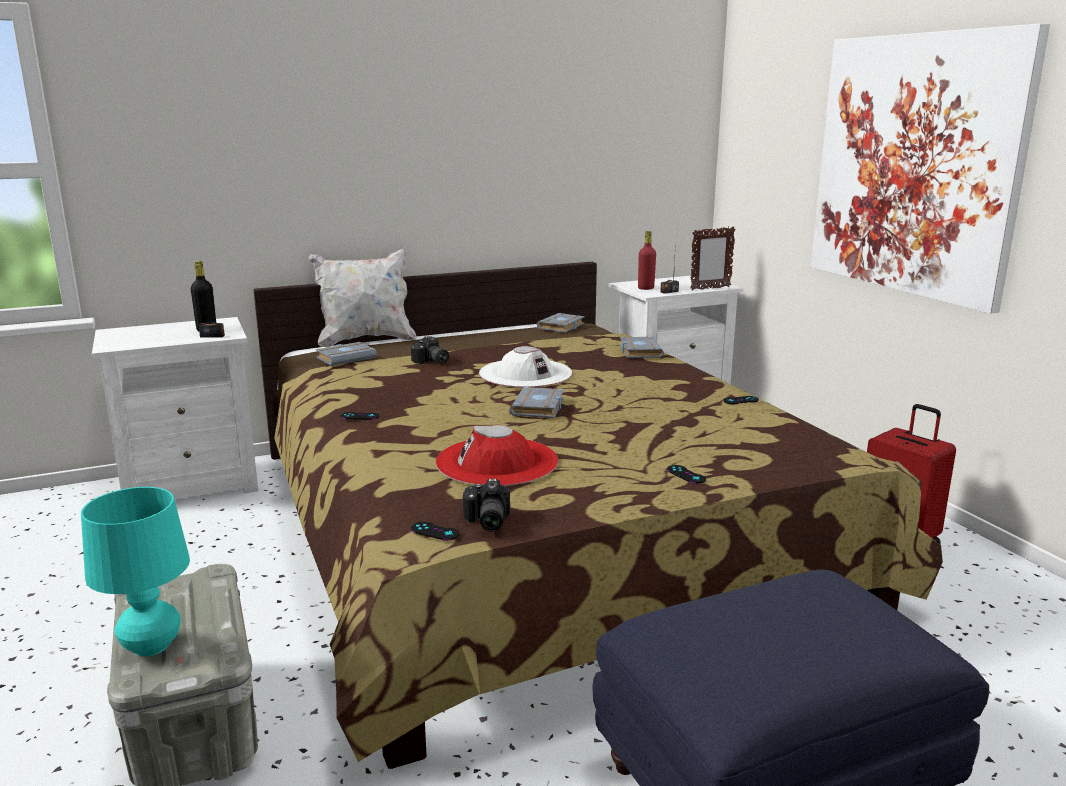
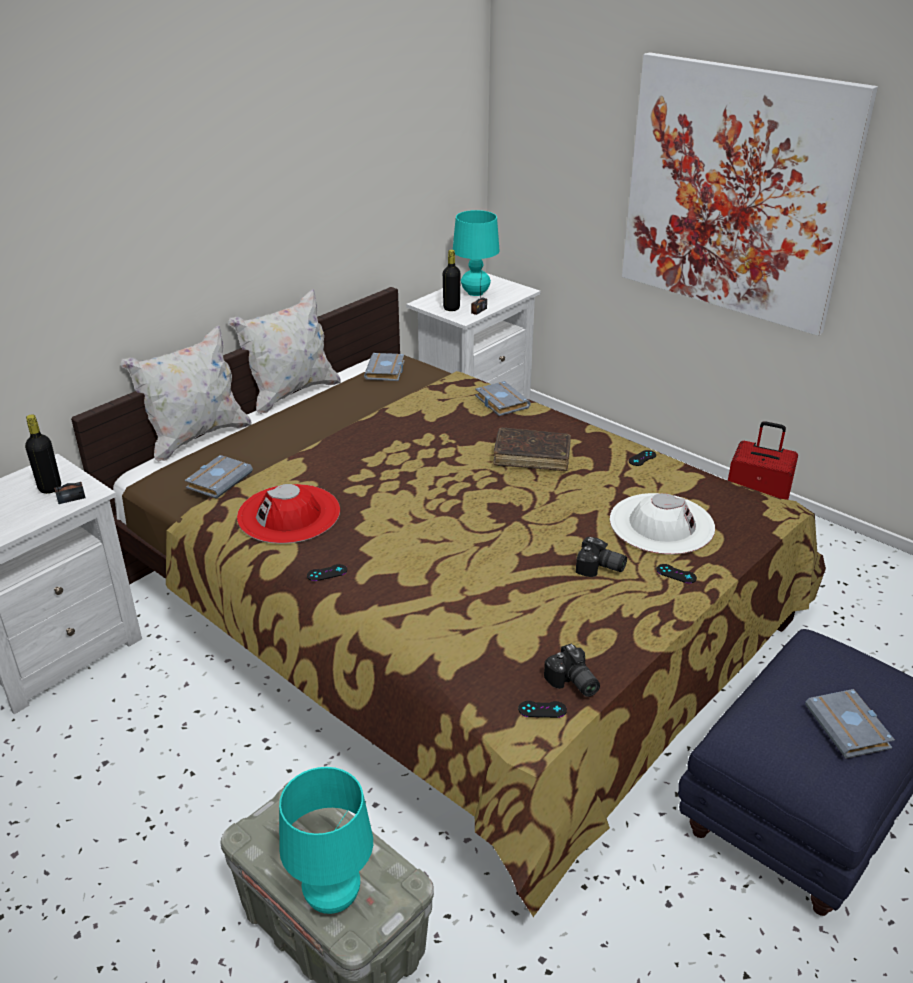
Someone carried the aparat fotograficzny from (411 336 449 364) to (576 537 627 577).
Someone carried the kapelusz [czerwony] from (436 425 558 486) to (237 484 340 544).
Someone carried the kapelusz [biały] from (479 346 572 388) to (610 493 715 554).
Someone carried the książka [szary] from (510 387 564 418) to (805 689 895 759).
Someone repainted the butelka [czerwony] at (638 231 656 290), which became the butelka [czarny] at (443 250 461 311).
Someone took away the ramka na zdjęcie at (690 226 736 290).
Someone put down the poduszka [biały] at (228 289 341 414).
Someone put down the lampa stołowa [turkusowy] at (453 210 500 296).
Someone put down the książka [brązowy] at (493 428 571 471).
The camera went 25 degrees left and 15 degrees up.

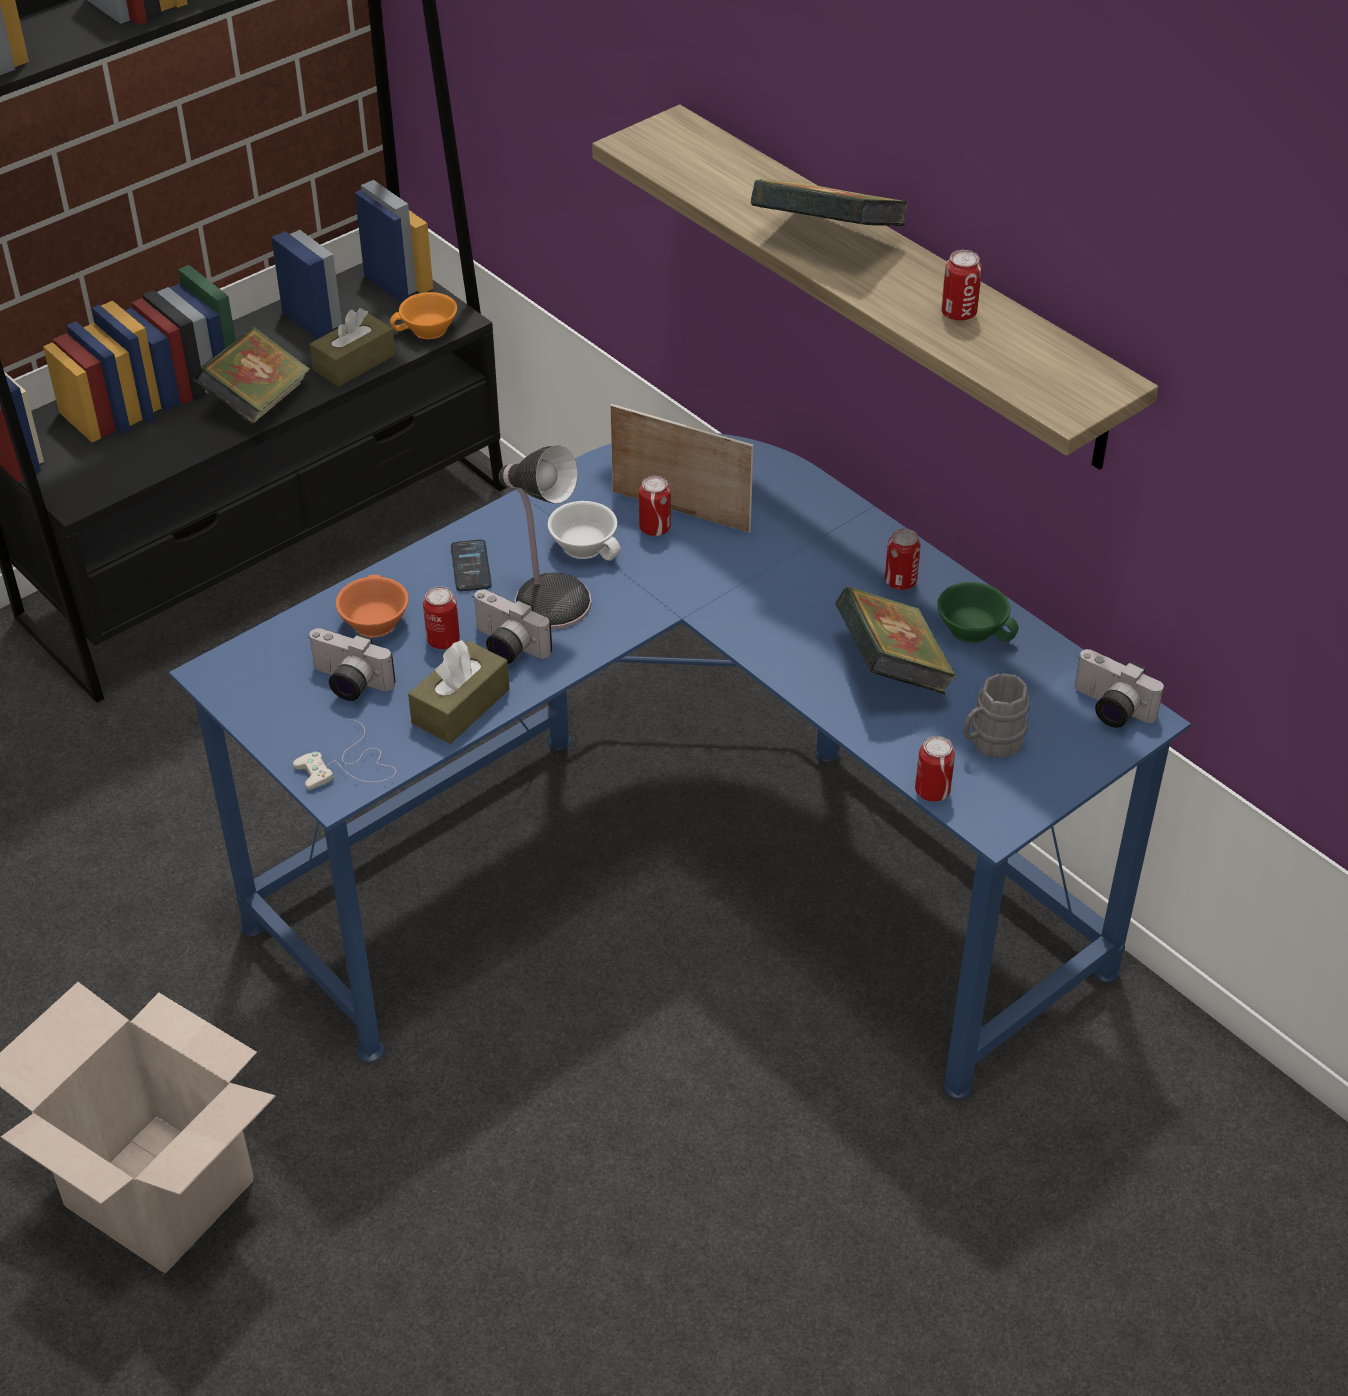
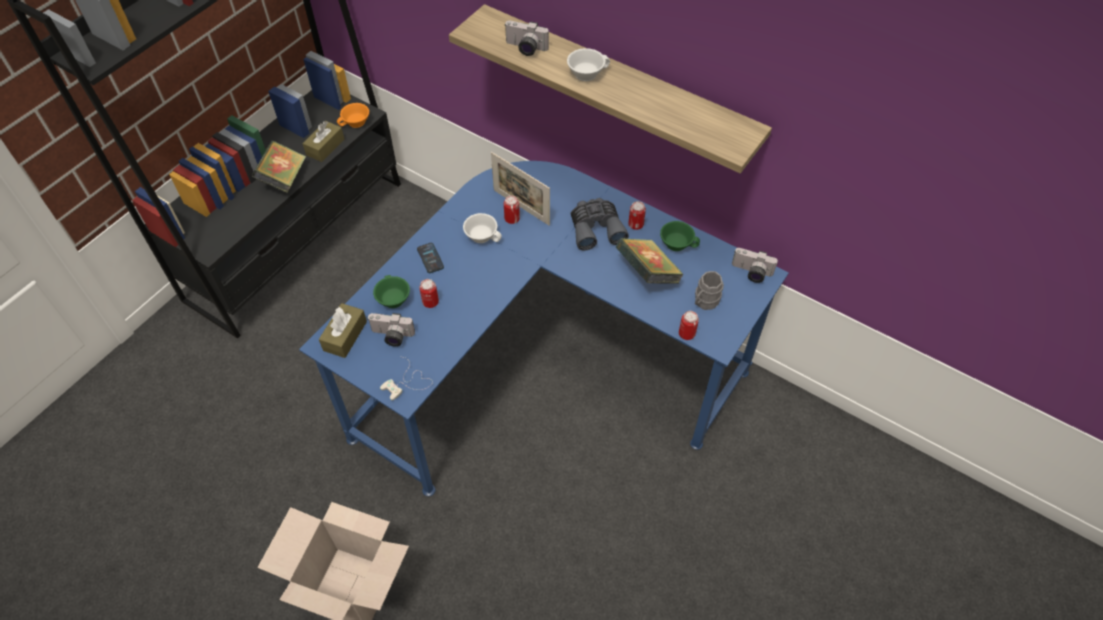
Someone repainted the filiżanka [pomarańczowy] at (336 575 409 638), which became the filiżanka [zielony] at (373 275 410 308).
Someone carried the pudełko chusteczek [brązowy] from (408 640 510 744) to (319 303 367 358).
Someone carried the aparat fotograficzny from (473 589 552 664) to (504 20 549 56).
Someone took away the lampa stołowa at (498 446 592 630).
Someone rotated the ramka na zdjęcie at (610 404 753 533) by 150 degrees counterclockwise.
Someone swapped the książka at (751 179 908 226) for the filiżanka [biały] at (567 48 610 81).
Someone took away the puszka at (941 250 982 321).
Someone put down the lornetka [szary] at (571 198 629 251).
The camera went 15 degrees left and 10 degrees up.

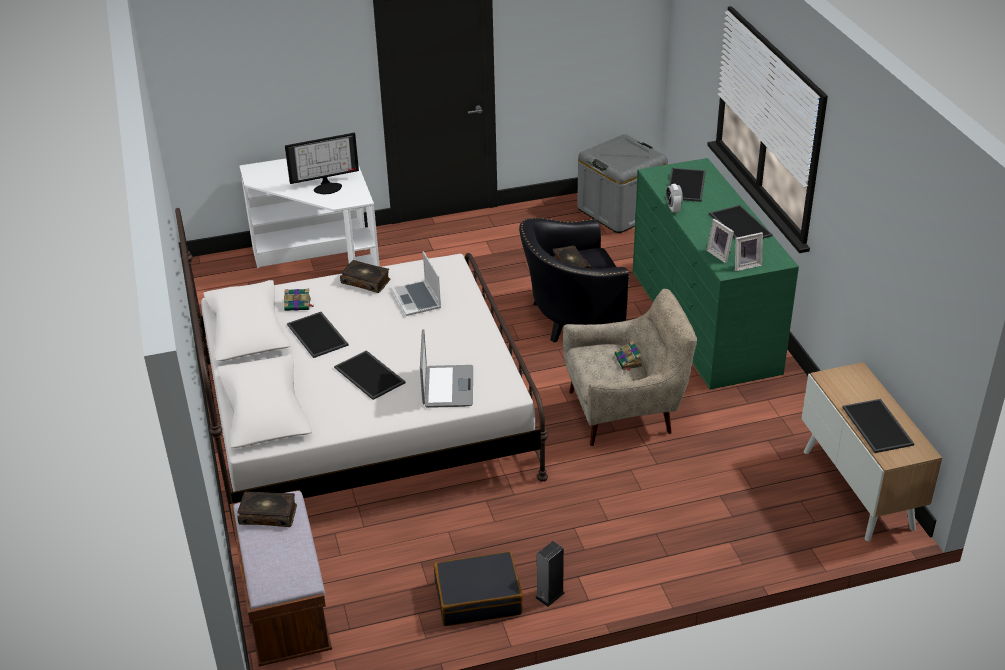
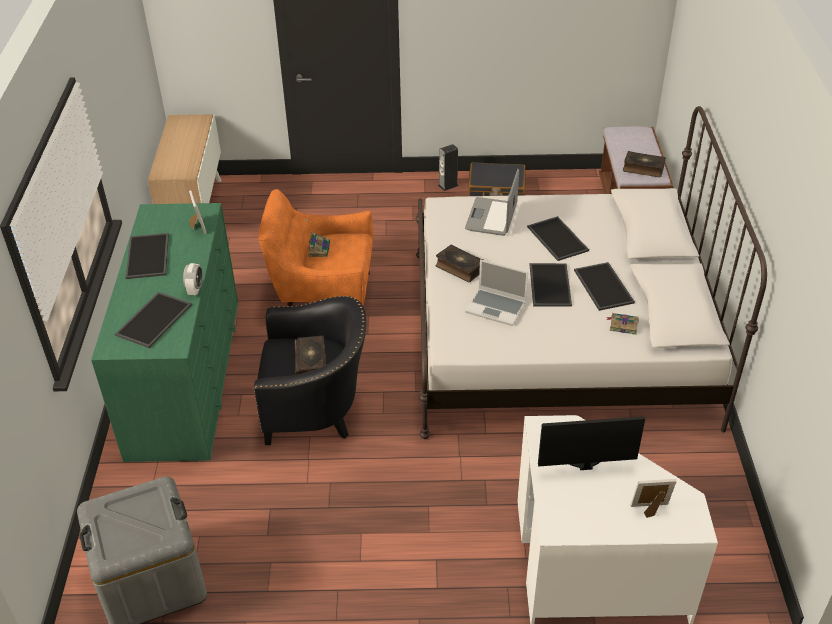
Someone carried the książka from (340 260 390 293) to (435 244 483 282).
Someone rotated the laptop at (392 251 441 316) by 120 degrees clockwise.
Someone repainted the fotel [beżowy] at (563 289 697 446), which became the fotel [pomarańczowy] at (258 189 373 306).
Someone carried the ramka na zdjęcie from (735 232 763 271) to (631 479 677 518).
Someone carried the taca from (842 399 914 453) to (530 263 572 307).
The camera went 165 degrees left and 5 degrees up.

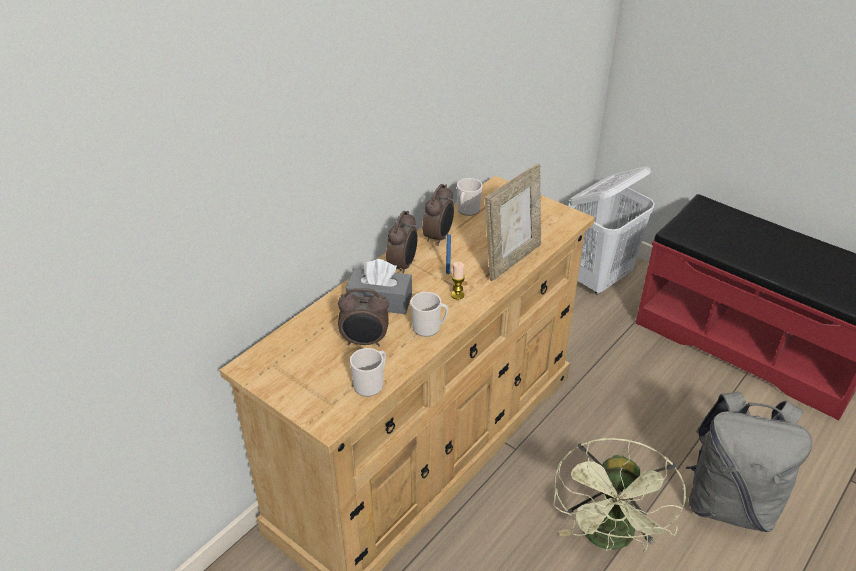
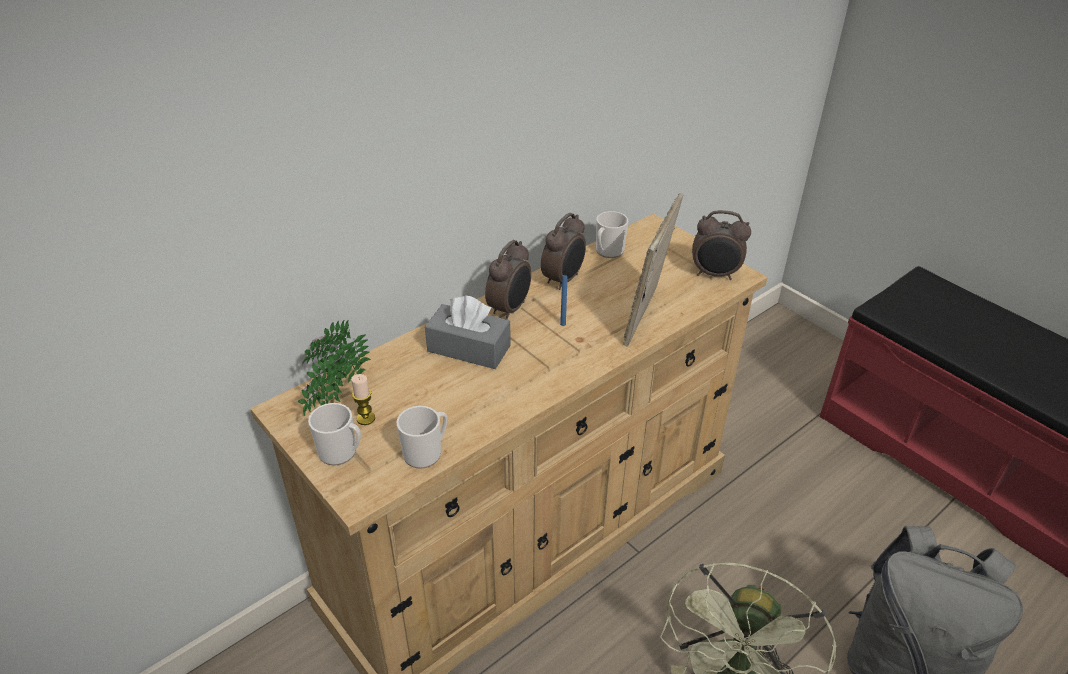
Someone carried the budzik from (338 288 389 347) to (692 210 751 280).
Someone carried the kubek from (411 292 448 337) to (308 403 361 465).
Someone carried the świeca from (451 262 465 300) to (351 374 375 425).
Someone rotated the ramka na zdjęcie at (485 164 541 281) by 150 degrees clockwise.
Someone took away the kosz na pranie [biały] at (568 166 655 295).
Someone put down the roślina doniczkowa at (298 320 371 416).
The camera went 10 degrees right and 0 degrees up.

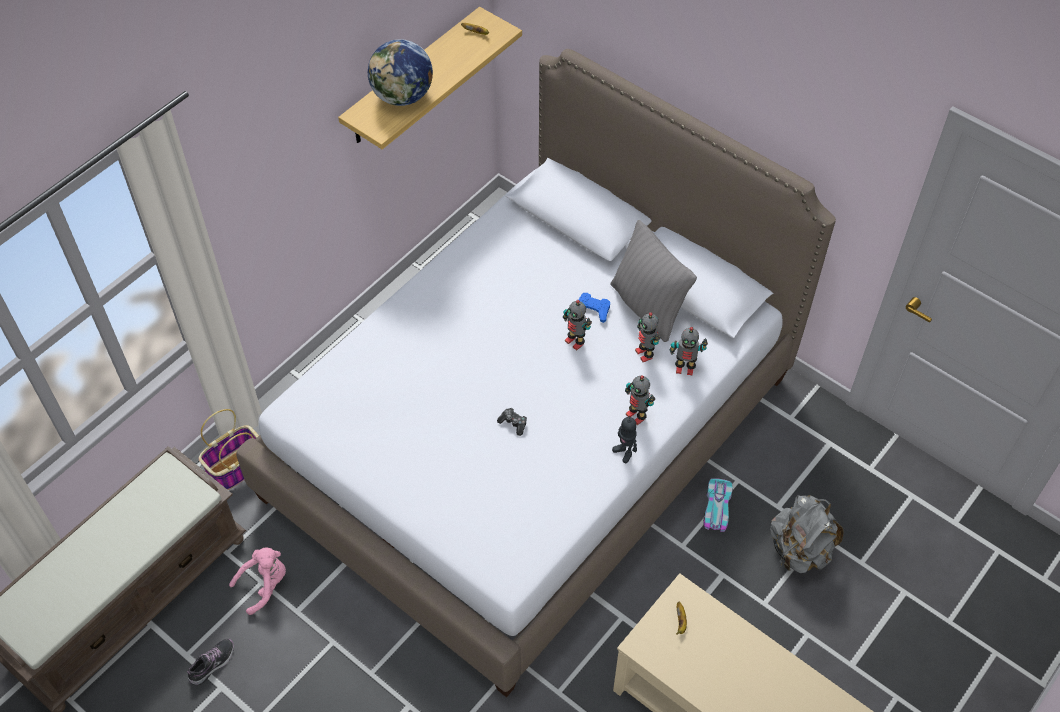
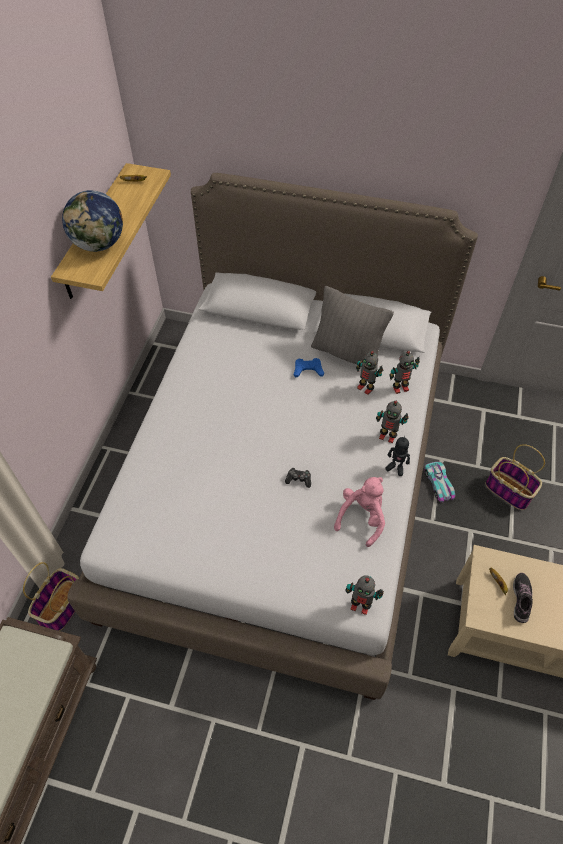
Someone carried the but from (187 639 234 685) to (513 573 533 623).
Someone carried the pluszak [różowy] from (229 547 286 615) to (334 477 385 547).
Someone carried the robot zabawkowy from (563 300 592 351) to (345 575 384 615).
Someone swapped the plecak [szary] at (770 495 843 573) for the koszyk at (486 444 545 510).
The camera went 25 degrees left and 0 degrees up.

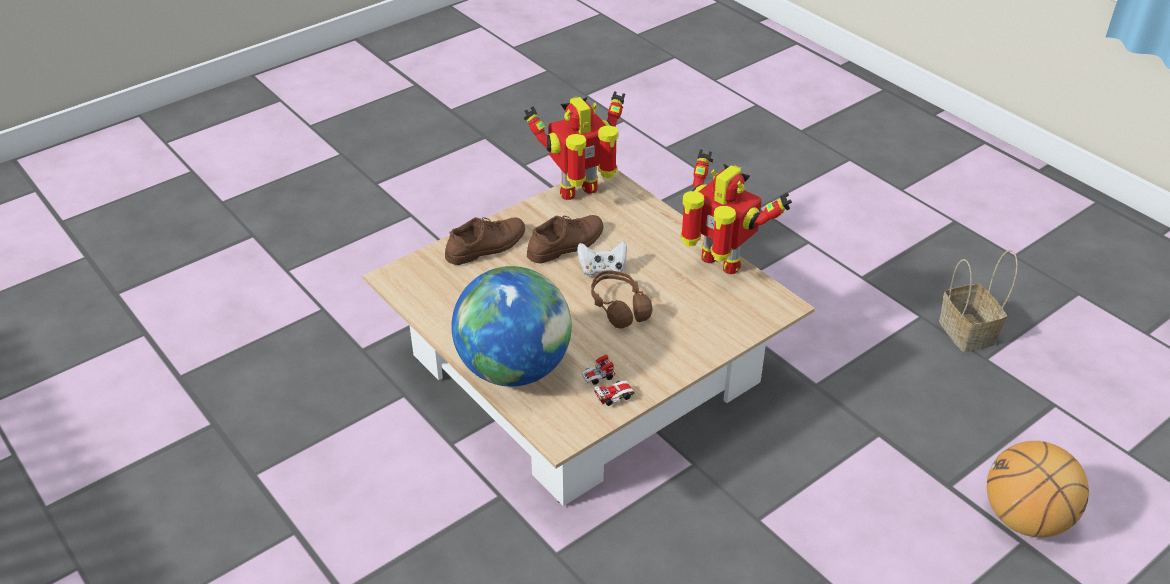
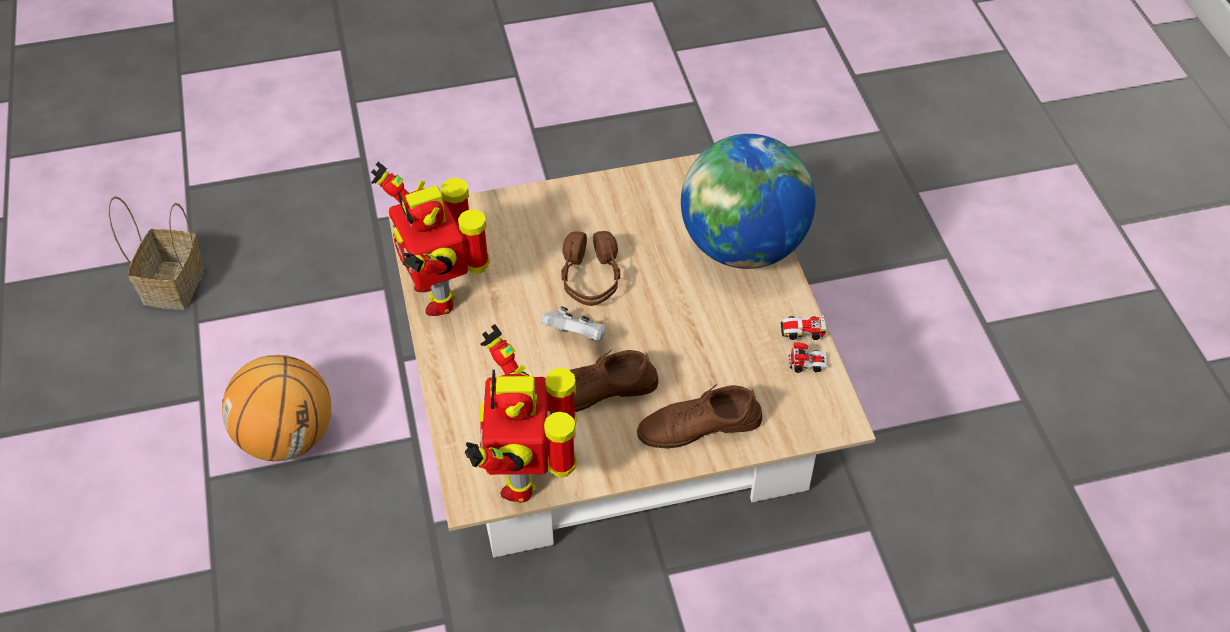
Someone rotated the robot zabawkowy at (524 91 625 200) by 90 degrees clockwise.
Someone carried the samochodzik from (581 354 635 406) to (781 315 827 373).
Someone carried the piłka do koszykówki from (987 441 1089 538) to (222 355 331 461).
The camera went 155 degrees left and 10 degrees up.

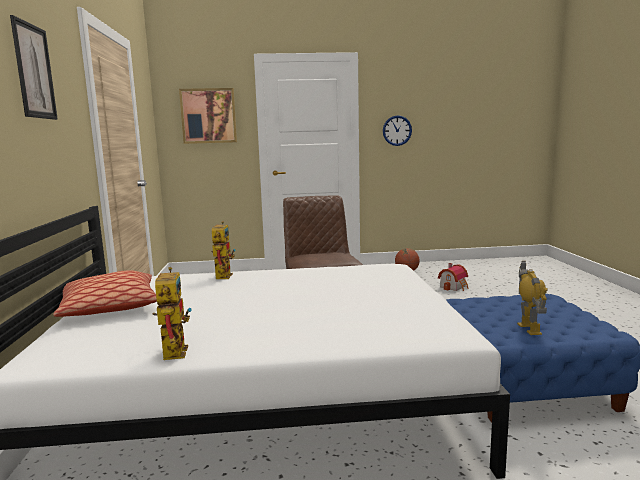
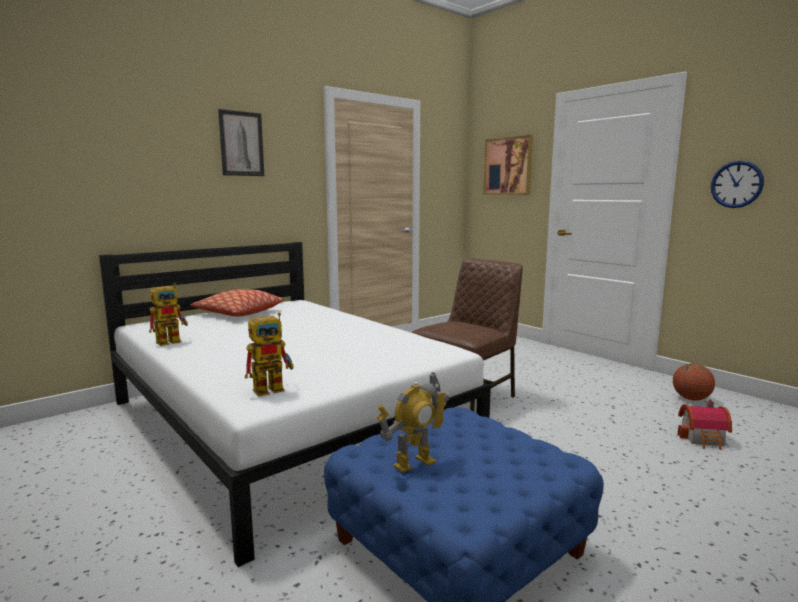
Someone carried the robot zabawkowy from (211 221 236 279) to (245 312 293 396).
The camera went 55 degrees right and 0 degrees up.

